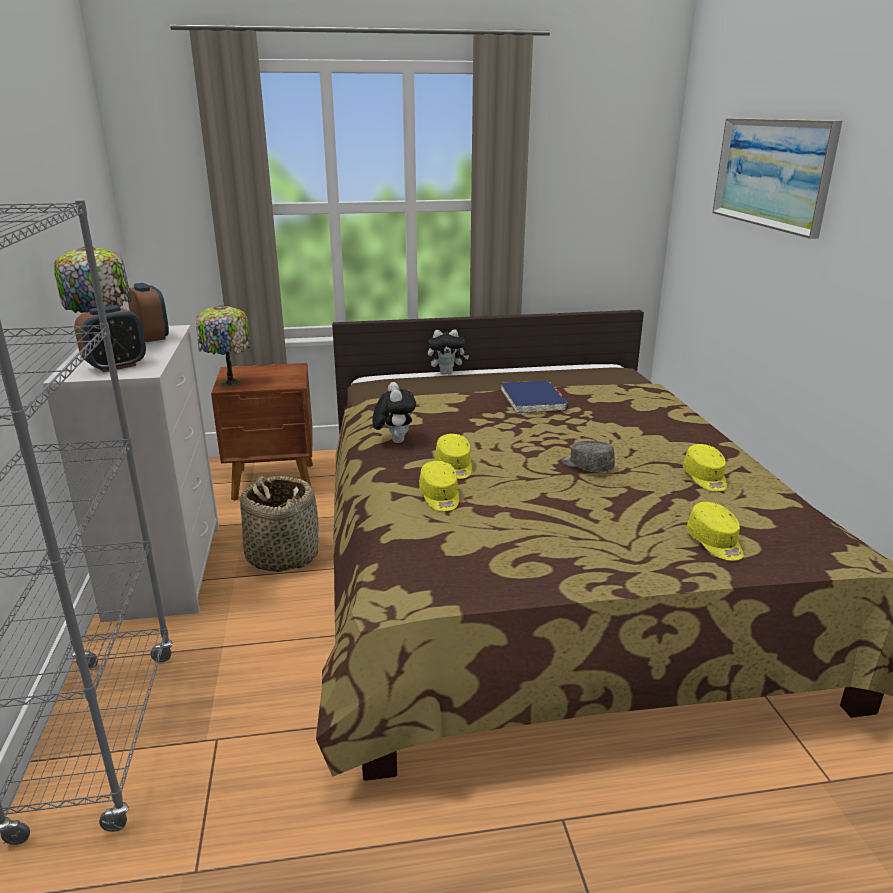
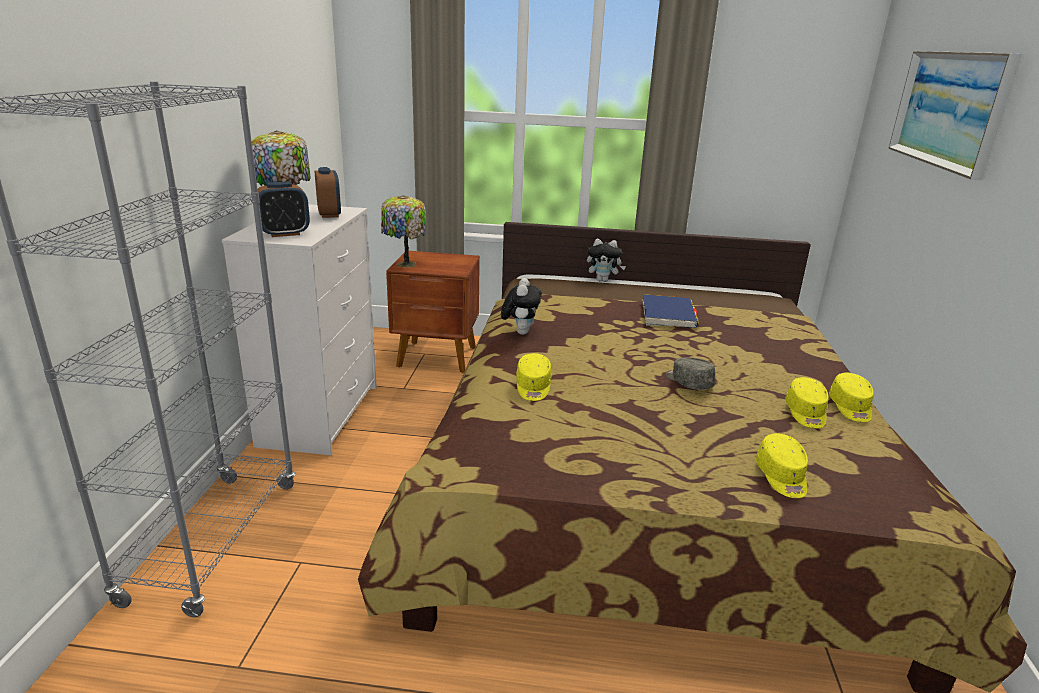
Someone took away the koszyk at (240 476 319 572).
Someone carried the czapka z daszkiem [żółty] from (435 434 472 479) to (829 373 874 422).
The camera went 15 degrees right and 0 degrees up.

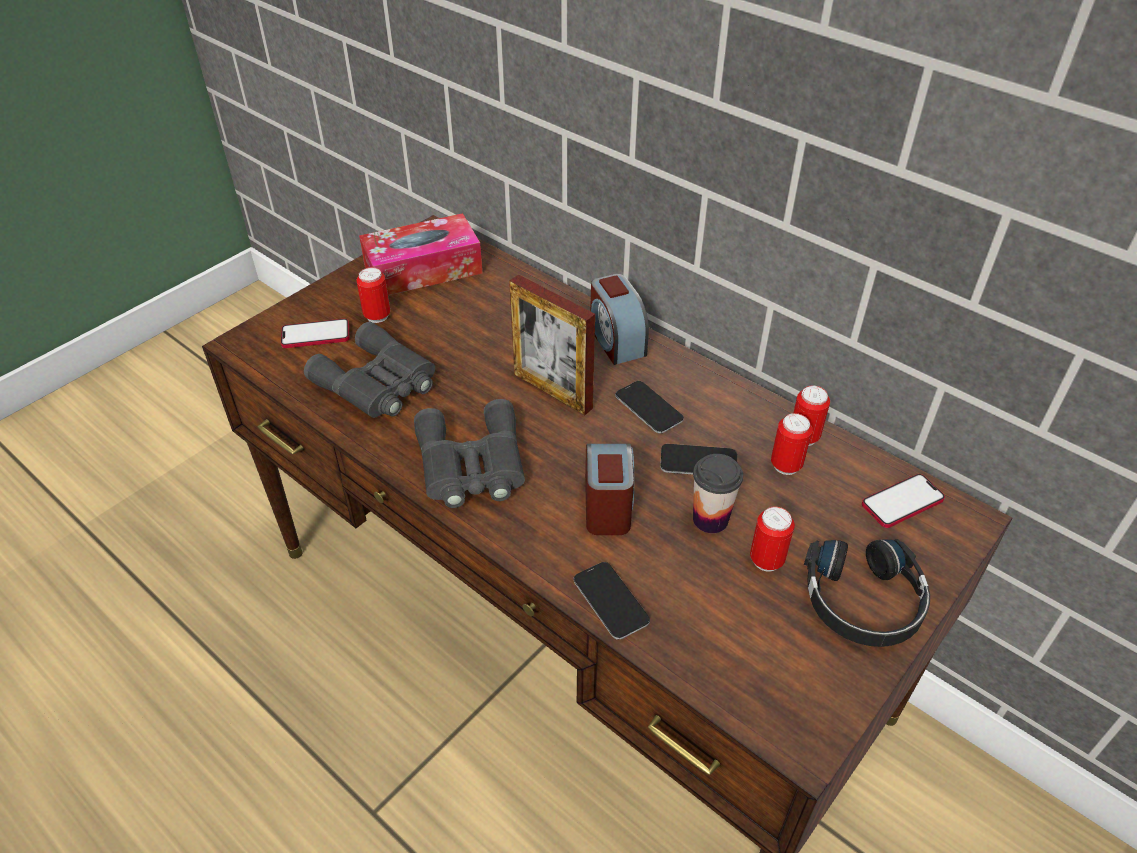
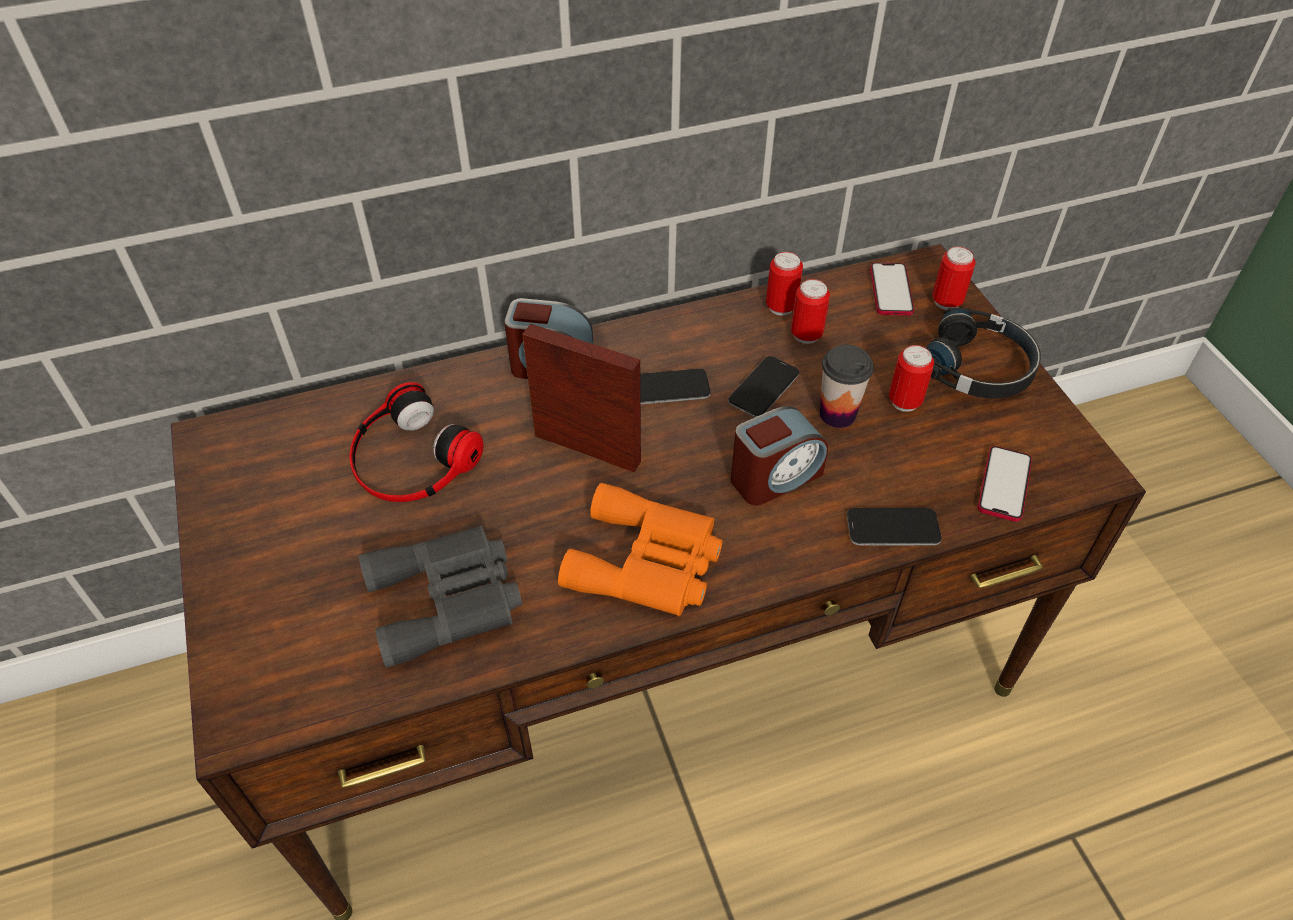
Someone carried the telefon from (281 319 349 348) to (978 446 1032 522).
Someone carried the puszka from (357 267 390 323) to (932 247 976 310).
Someone took away the pudełko chusteczek at (359 213 483 295).
Someone repainted the lornetka [szary] at (414 399 525 508), which became the lornetka [pomarańczowy] at (558 483 722 616).
Someone rotated the ramka na zdjęcie at (509 274 595 415) by 135 degrees counterclockwise.
Someone rotated the budzik at (585 444 634 535) by 120 degrees clockwise.
Someone put down the słuchawki at (350 382 484 502).
The camera went 60 degrees left and 5 degrees up.

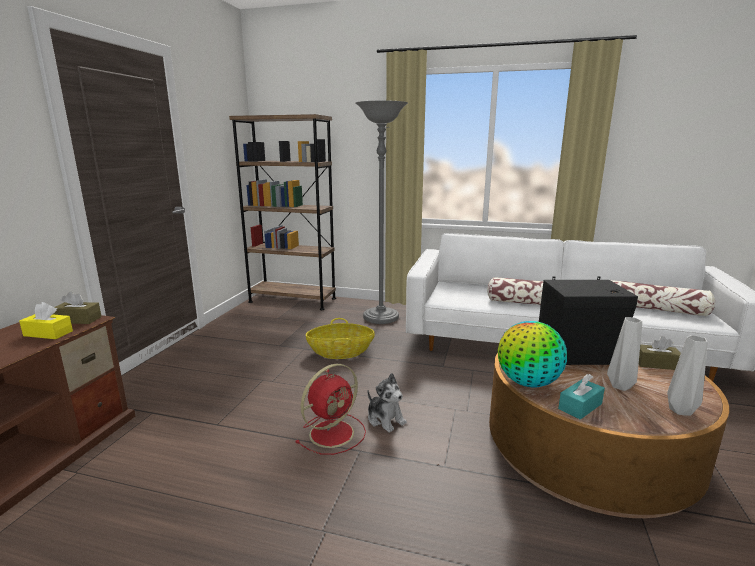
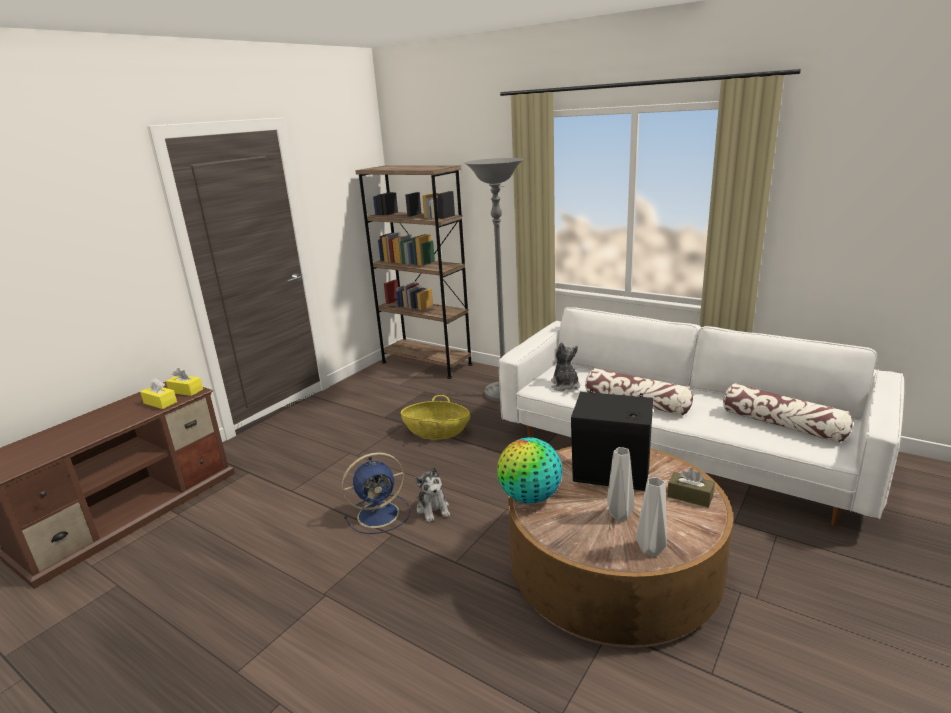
Someone repainted the pudełko chusteczek [brązowy] at (54 291 102 324), which became the pudełko chusteczek [żółty] at (166 368 203 396).
Someone repainted the wentylator [czerwony] at (296 364 366 455), which became the wentylator [niebieski] at (342 452 410 534).
Someone took away the pudełko chusteczek [turkusowy] at (558 374 605 419).
Someone put down the pluszak at (551 342 580 391).
The camera went 20 degrees right and 5 degrees up.

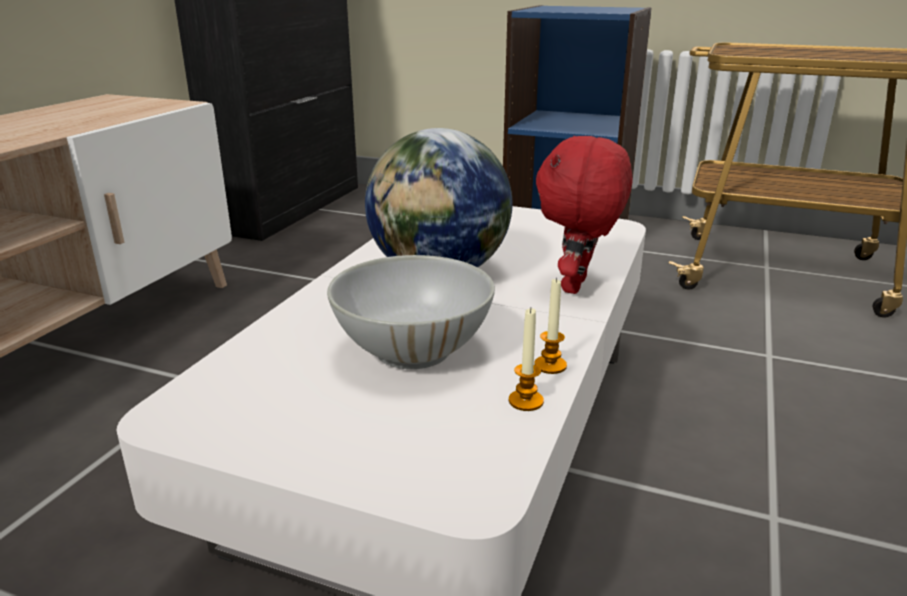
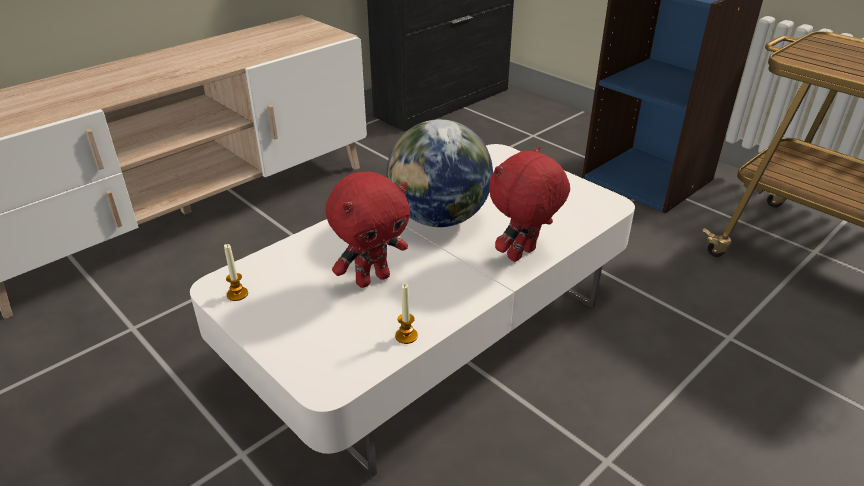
Someone swapped the miska [biały] at (327 255 495 369) for the pluszak [czerwony] at (326 171 410 288).
Someone carried the świeca from (534 277 567 374) to (224 244 248 301).
The camera went 25 degrees right and 10 degrees up.

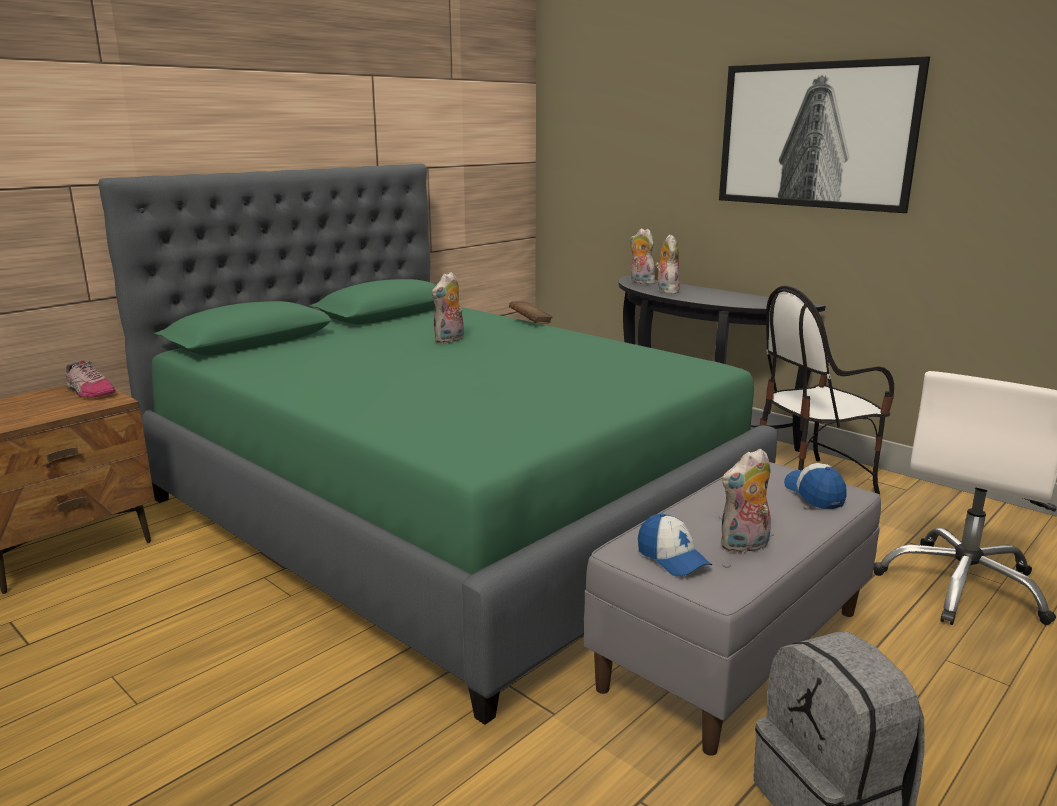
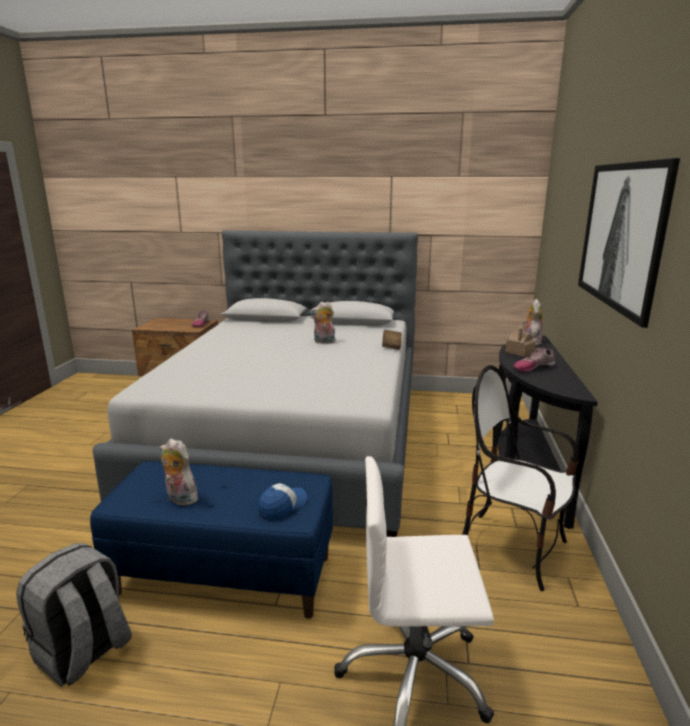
Someone repainted the łóżko [zielony] at (98 163 778 725), which became the łóżko [szary] at (93 230 418 537).
Someone repainted the ławka [szary] at (584 462 881 756), which became the ławka [niebieski] at (90 461 333 619).
Someone took away the czapka z daszkiem at (638 514 712 576).
Someone swapped the pluszak at (655 235 680 294) for the domek at (505 324 536 357).
Someone put down the but at (514 348 555 372).
The camera went 55 degrees right and 0 degrees up.

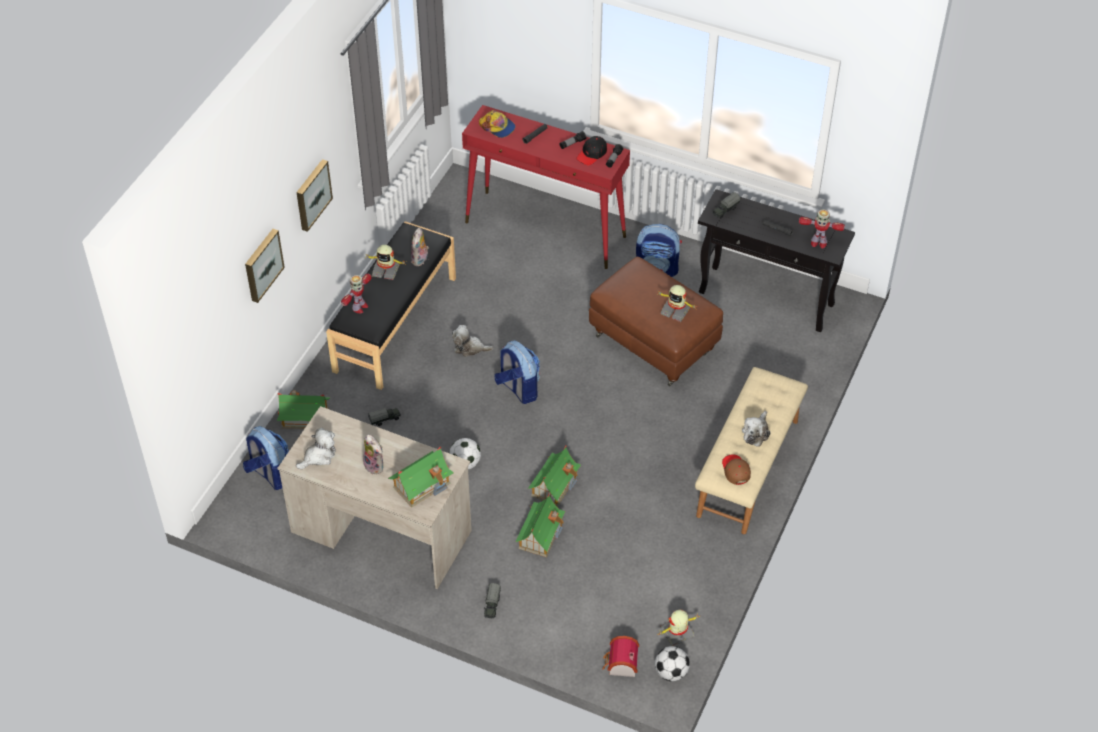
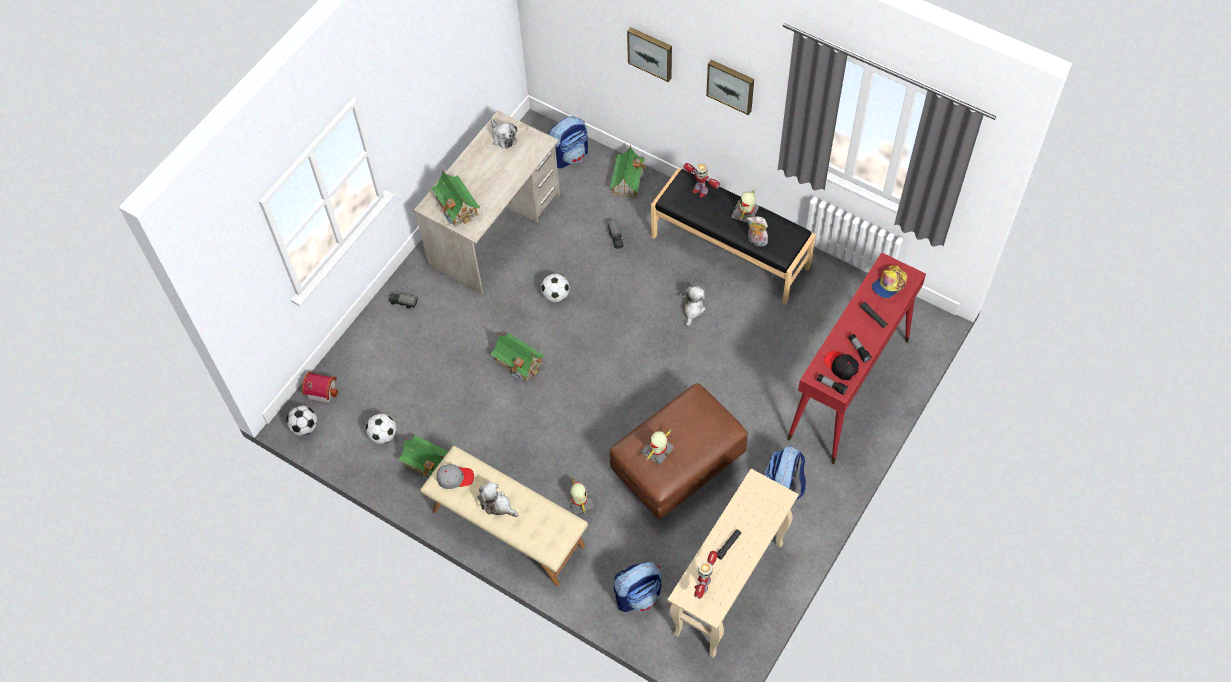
Someone took away the pluszak at (363 434 383 475).
Someone carried the plecak from (495 340 540 404) to (614 562 661 612).
Someone carried the domek from (515 494 565 557) to (398 435 449 480).
Someone carried the robot zabawkowy from (658 610 700 646) to (566 478 596 514).
Someone repainted the stolik konsolowy [czarny] at (698 189 855 332), which became the stolik konsolowy [beżowy] at (668 469 799 658).
Someone took away the ciężarówka zabawkowa at (712 192 740 218).
Someone repainted the czapka z daszkiem [brązowy] at (722 454 751 485), which became the czapka z daszkiem [szary] at (436 464 474 489).
Someone put down the piłka futbolowa at (366 414 396 444).
The camera went 100 degrees right and 10 degrees up.

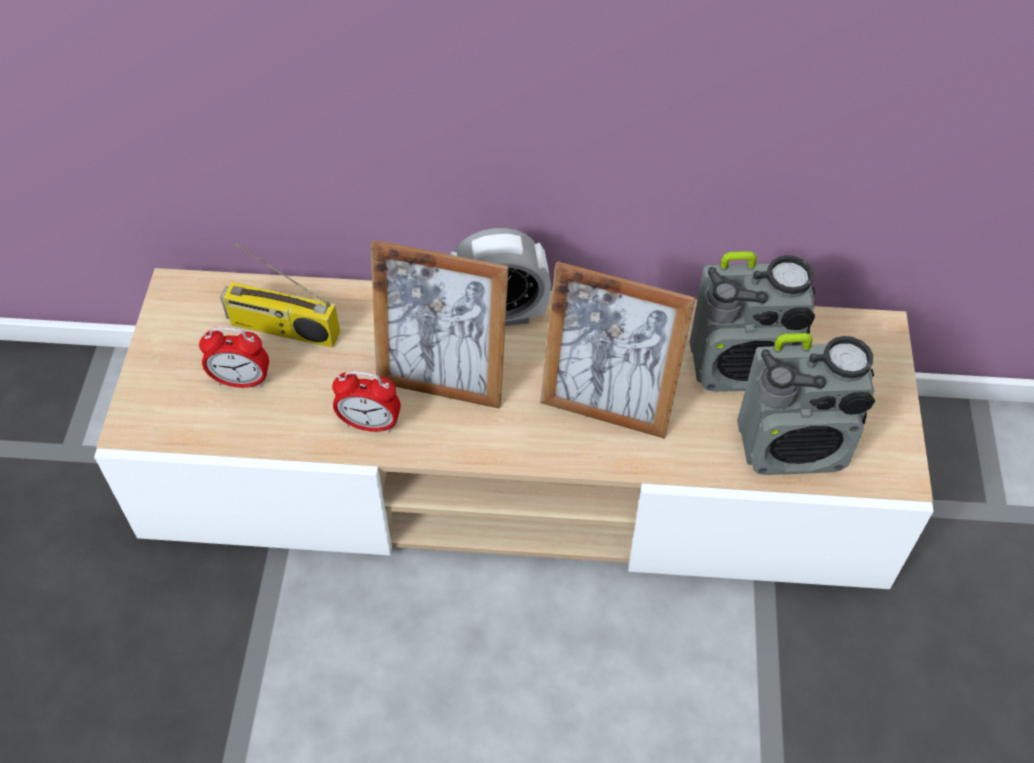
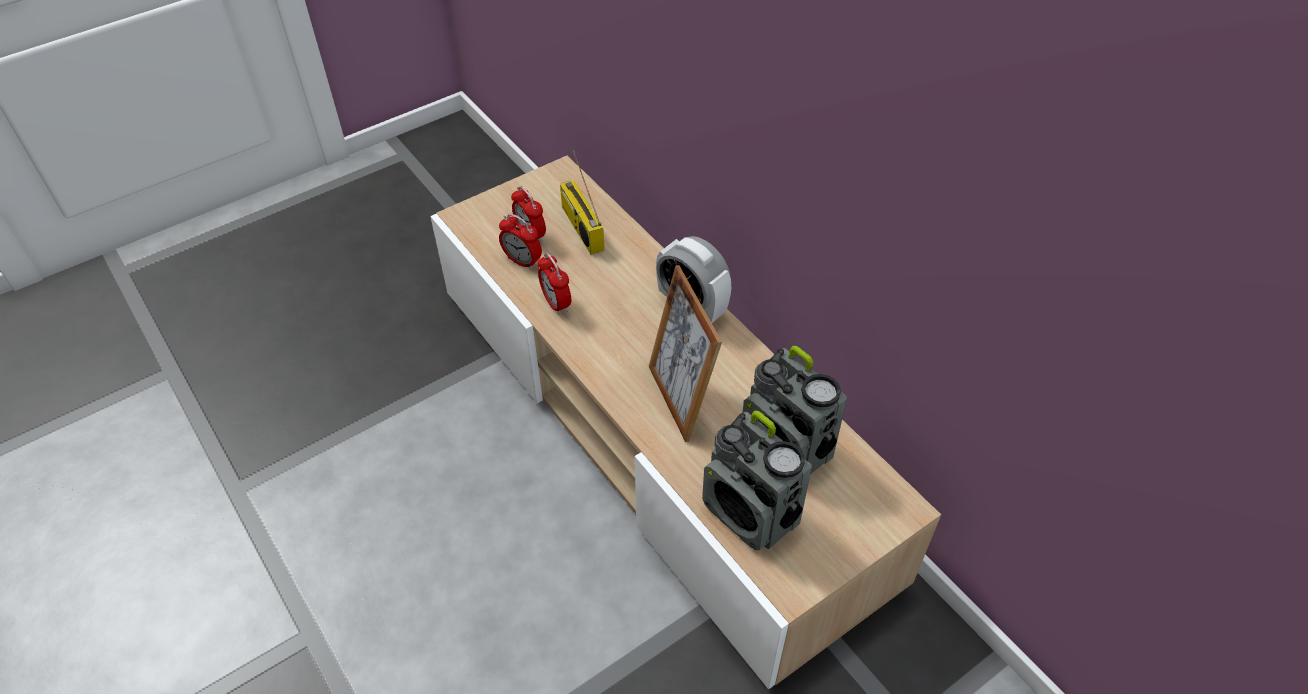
Someone took away the ramka na zdjęcie at (371 240 509 409).
Someone put down the budzik at (499 214 542 270).
The camera went 50 degrees right and 5 degrees down.

